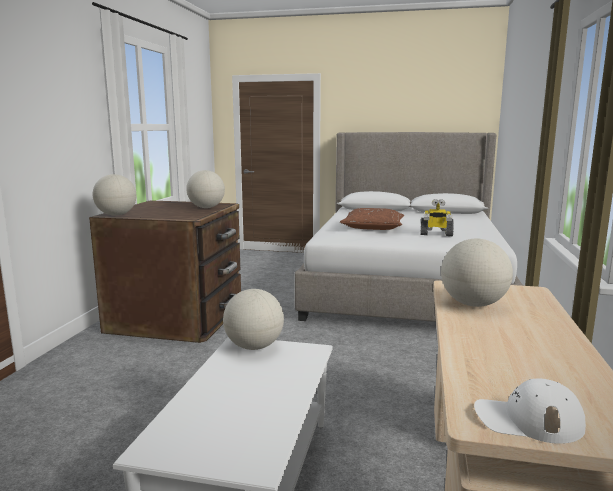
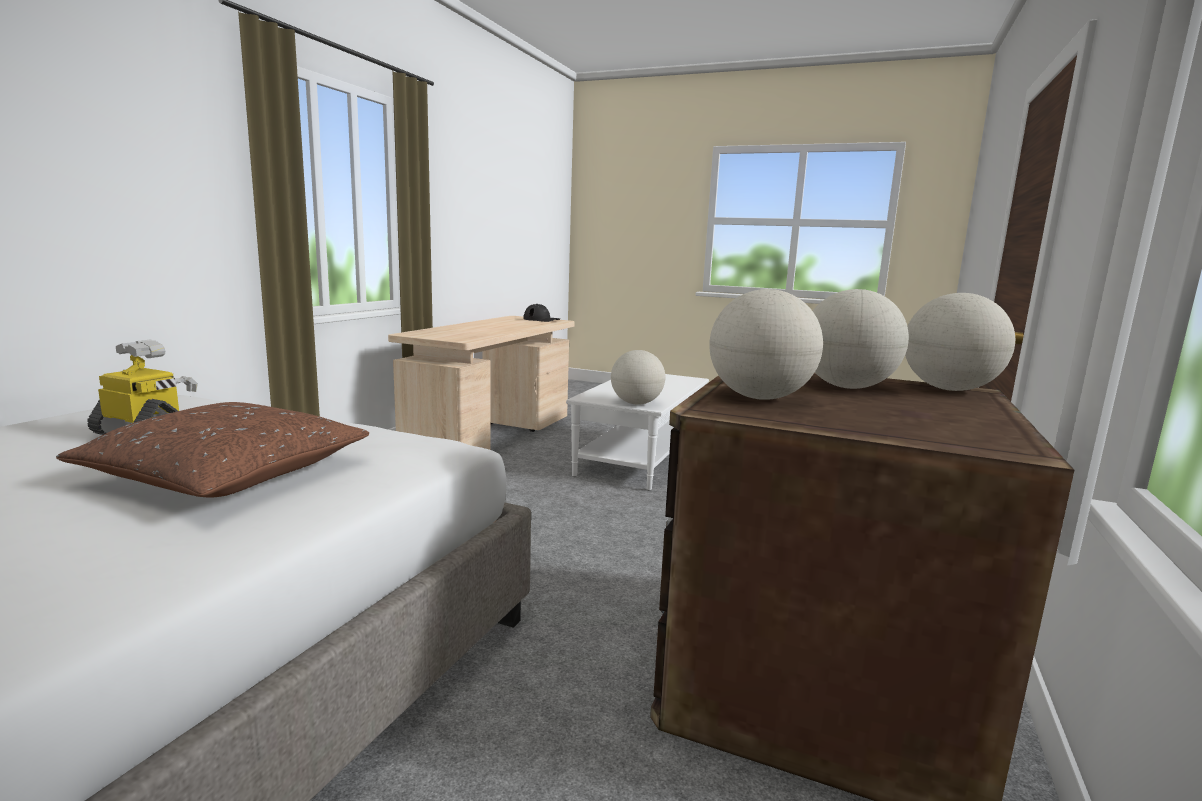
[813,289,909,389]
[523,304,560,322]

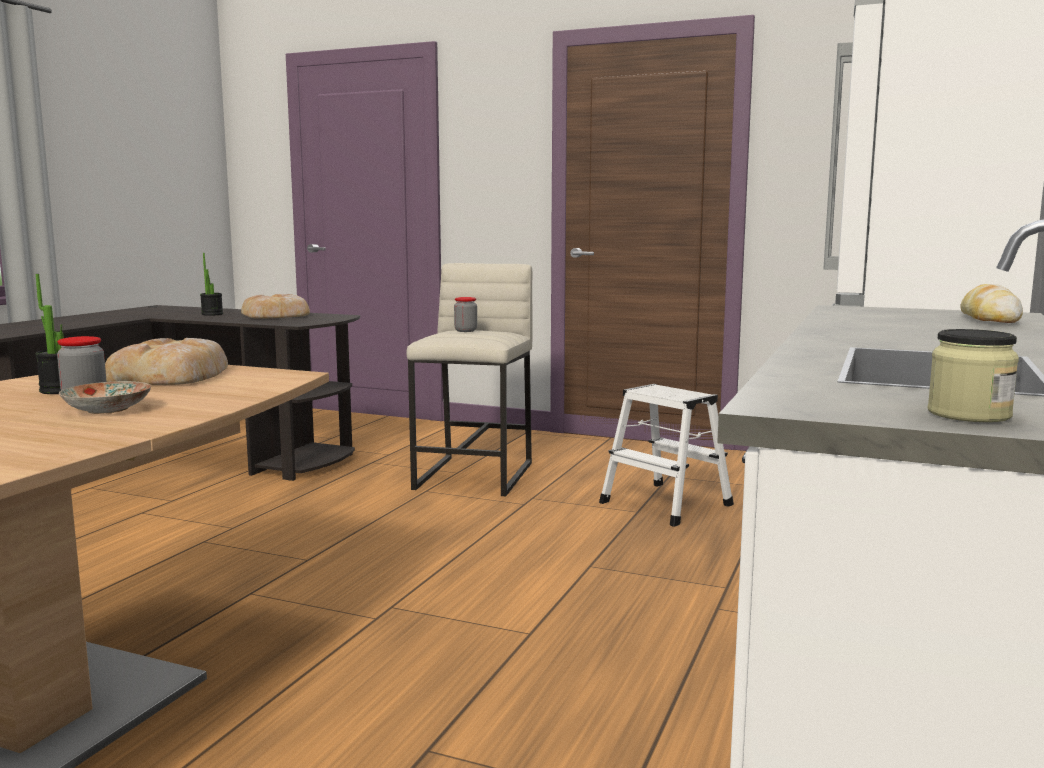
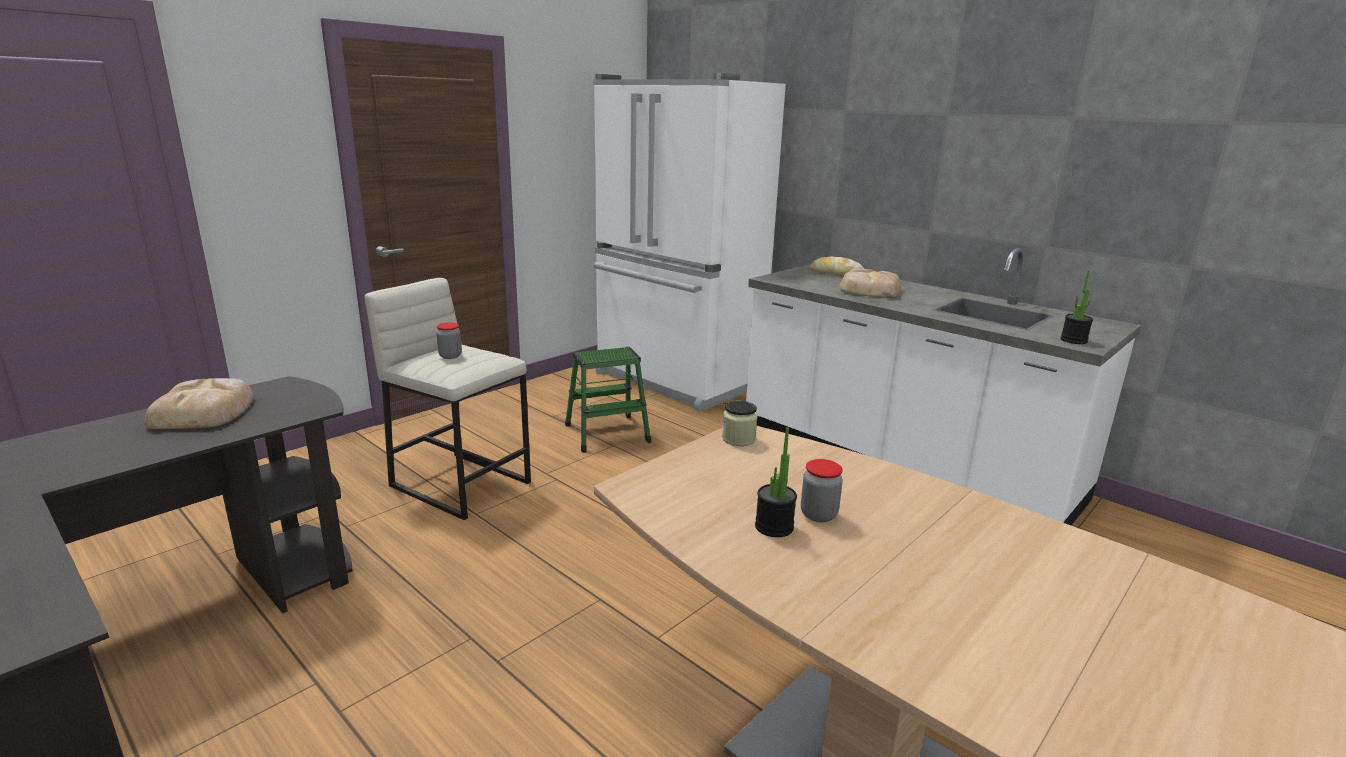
[1061,271,1093,344]
[722,401,758,446]
[840,269,901,298]
[59,381,151,414] (first image)
[565,347,651,453]

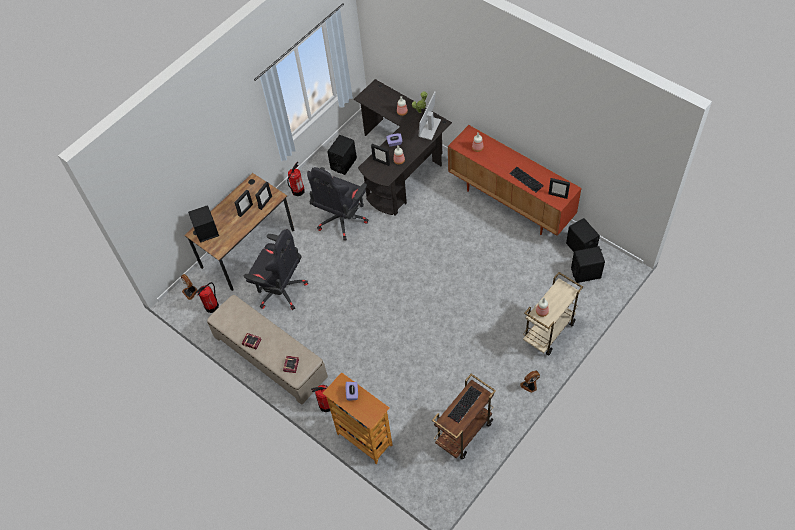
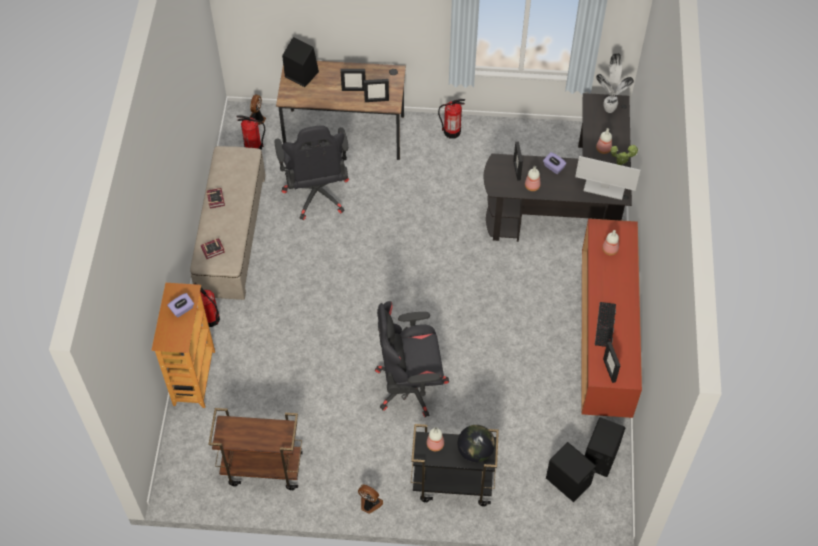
[575,156,640,200]
[327,135,357,175] (first image)
[375,301,449,417]
[411,424,499,507]
[448,386,482,423] (first image)
[596,53,634,113]
[457,425,495,463]

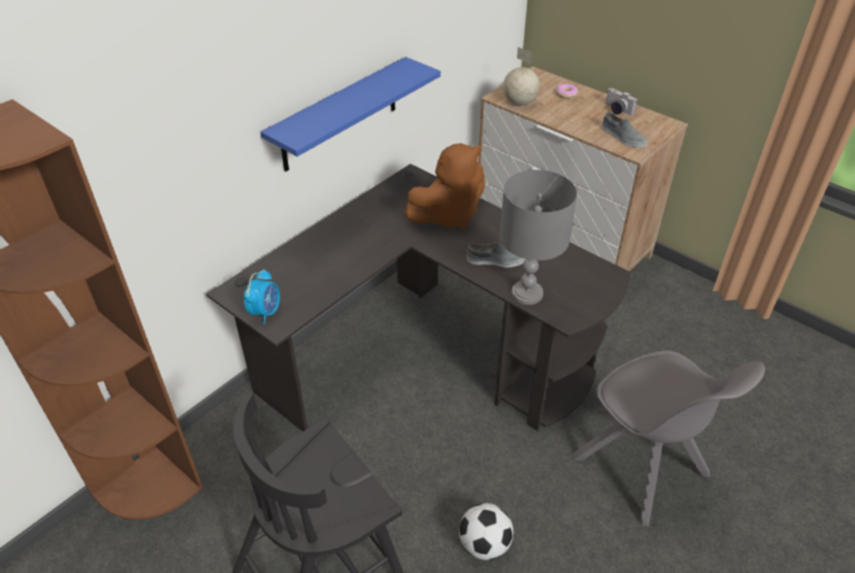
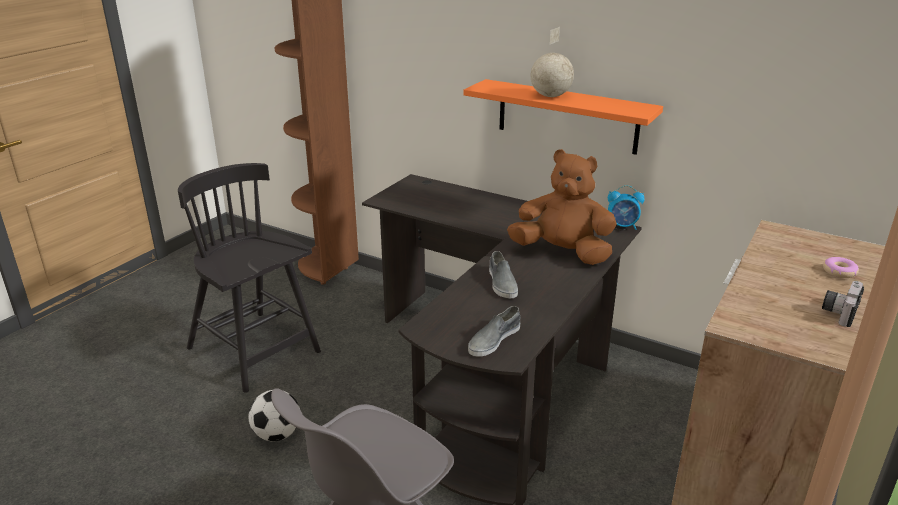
[531,27,574,97]
[463,79,663,155]
[468,306,521,356]
[507,149,617,265]
[499,170,577,305] (first image)
[608,185,645,230]

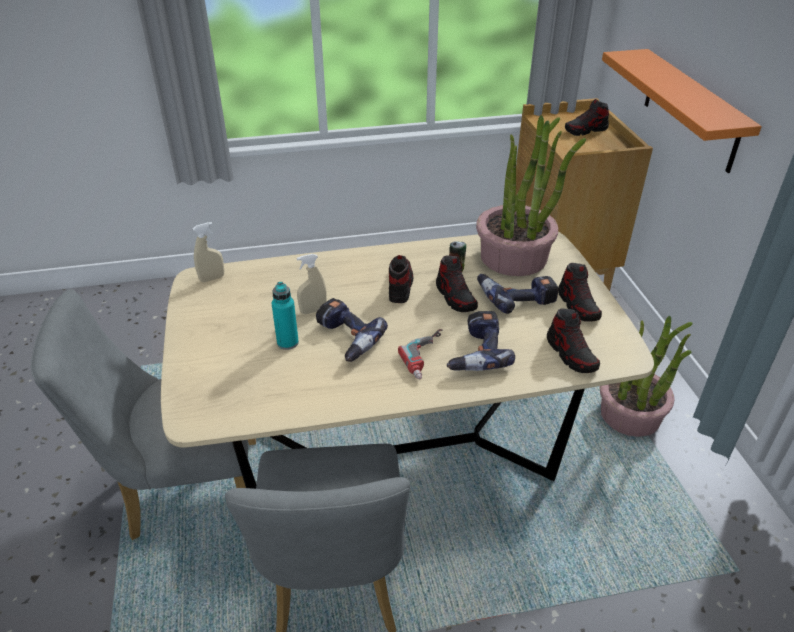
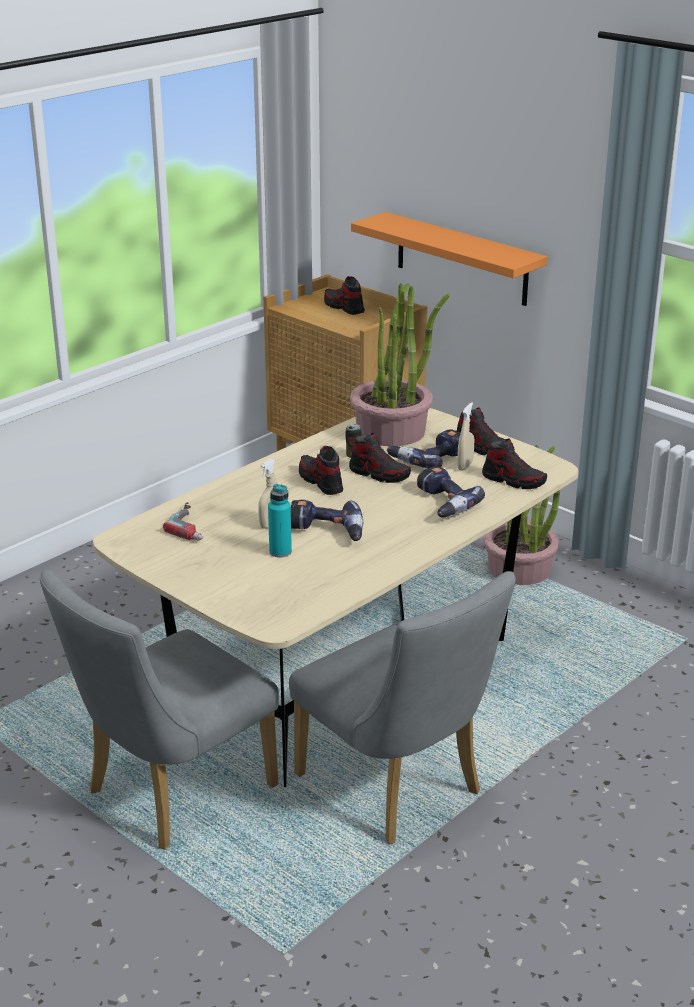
[324,276,365,315]
[457,402,474,471]
[163,502,203,541]

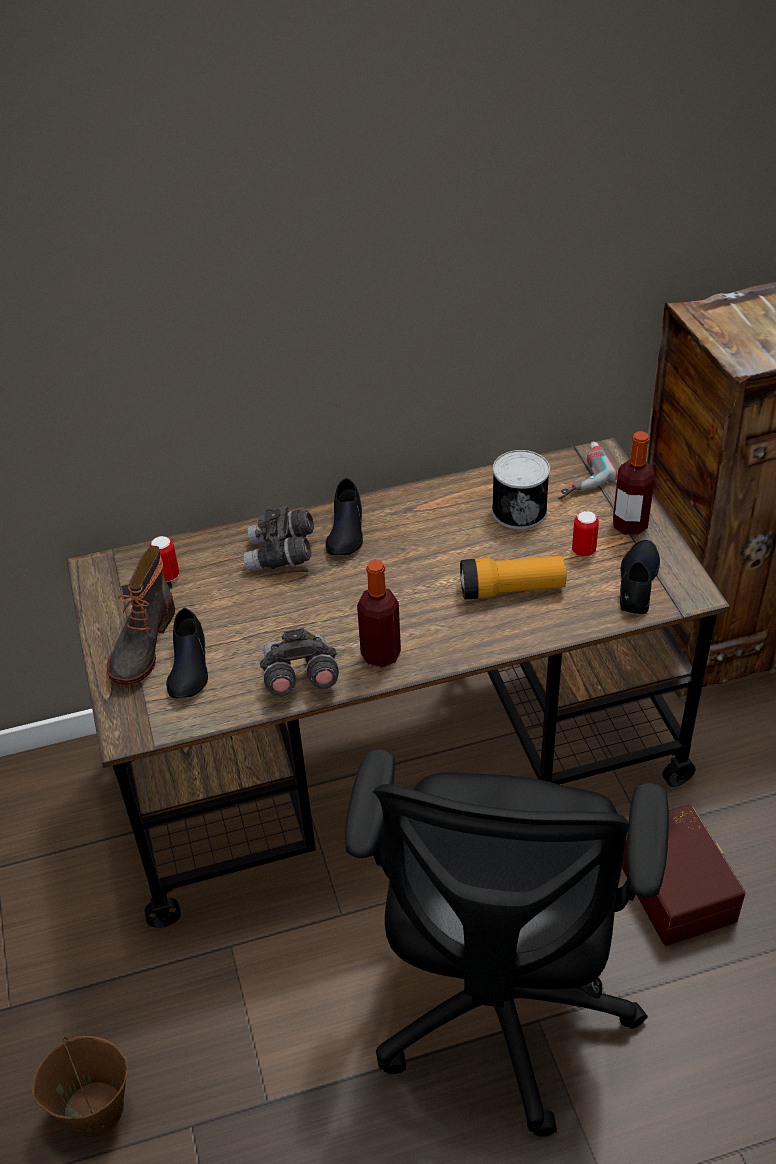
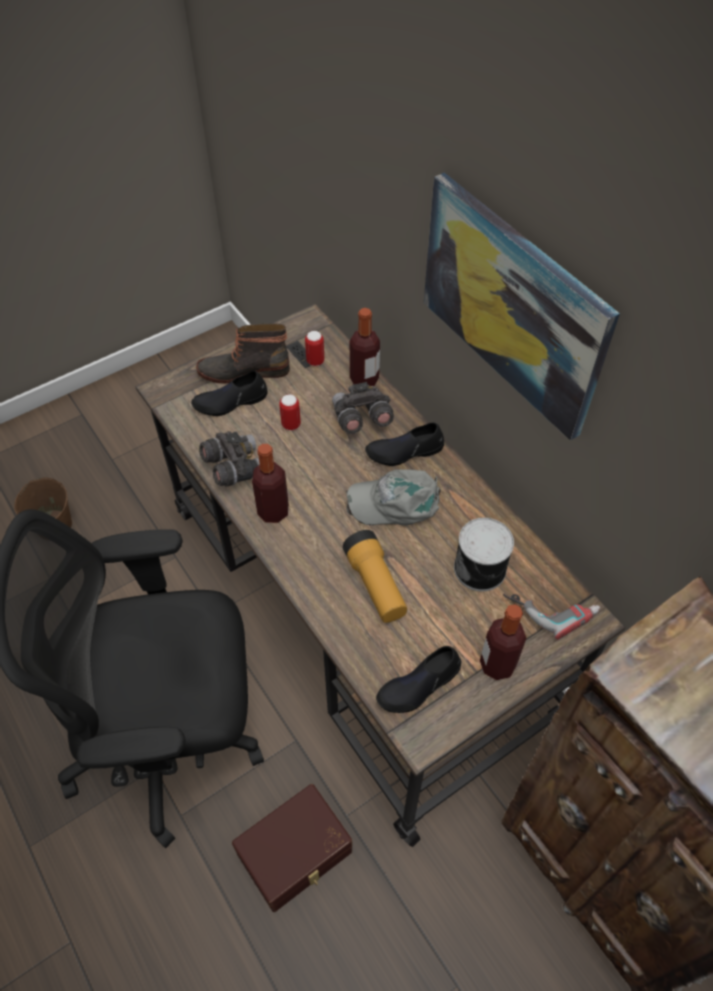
[279,394,301,431]
[376,646,461,713]
[424,173,620,441]
[350,308,380,386]
[346,469,441,526]

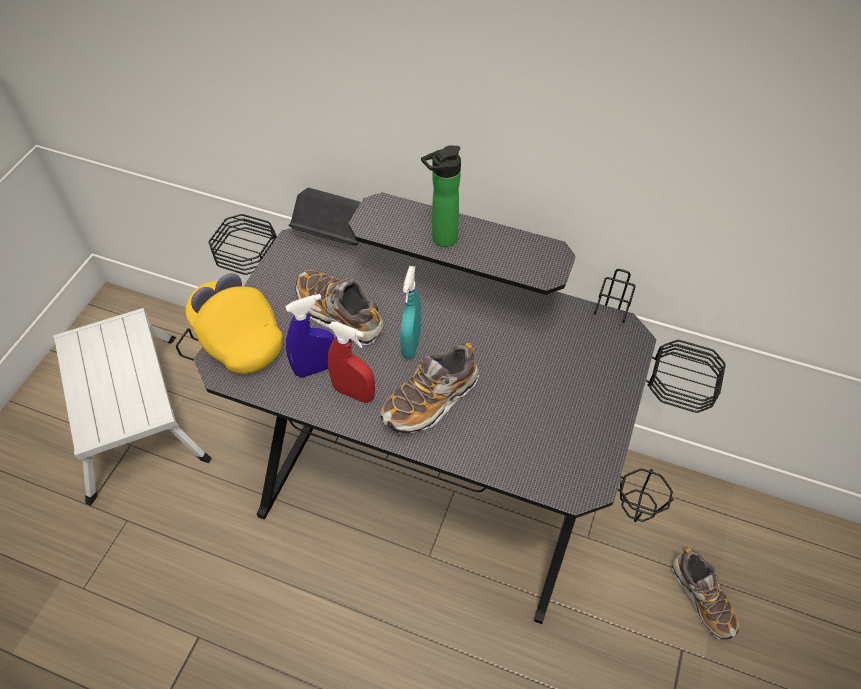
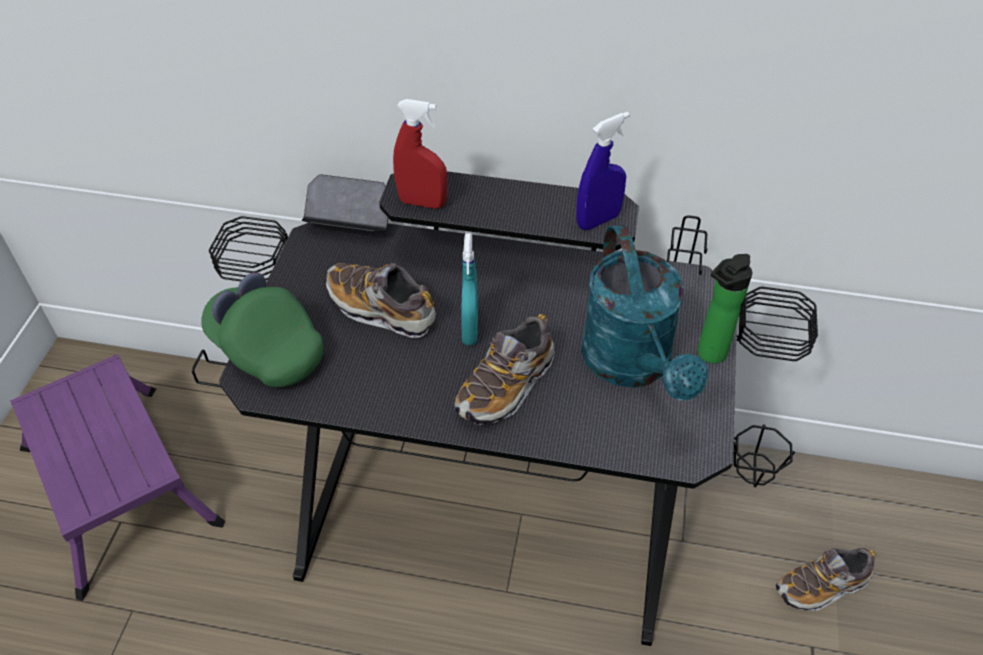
[698,254,752,364]
[201,272,323,387]
[576,112,629,230]
[10,354,225,601]
[393,99,447,209]
[776,548,877,611]
[581,224,709,400]

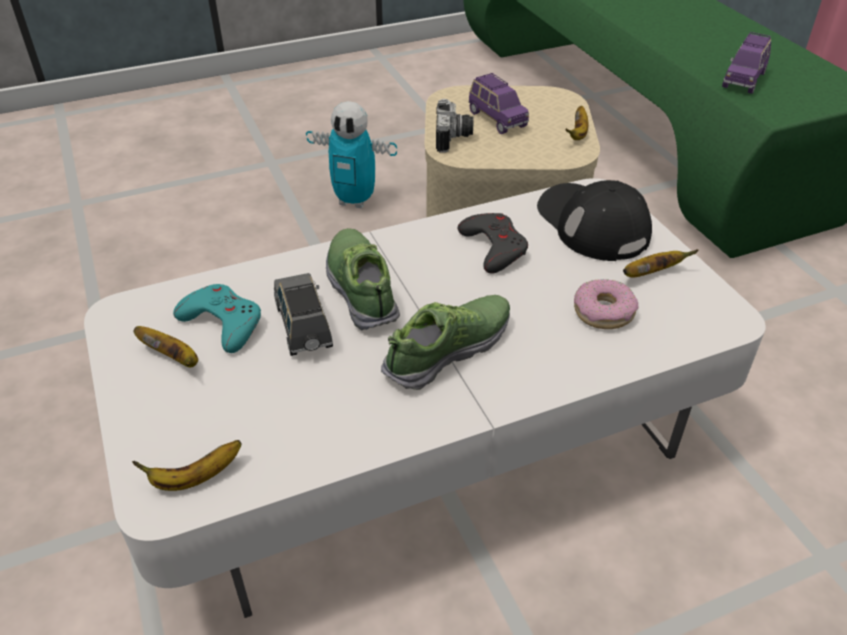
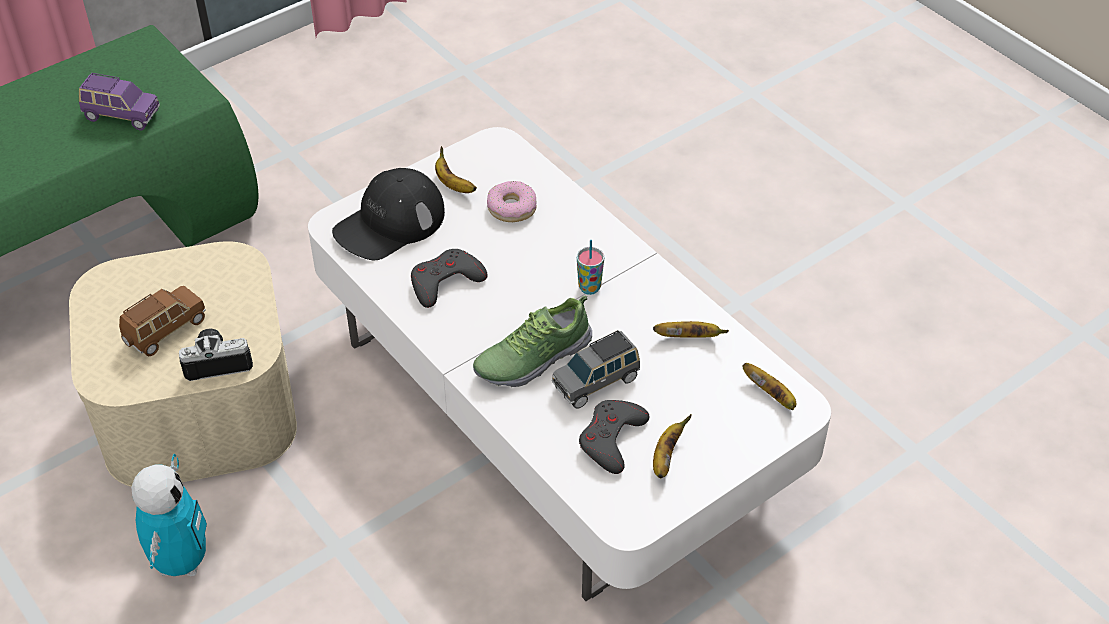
[119,286,206,356]
[653,321,729,338]
[579,400,650,474]
[577,240,604,295]

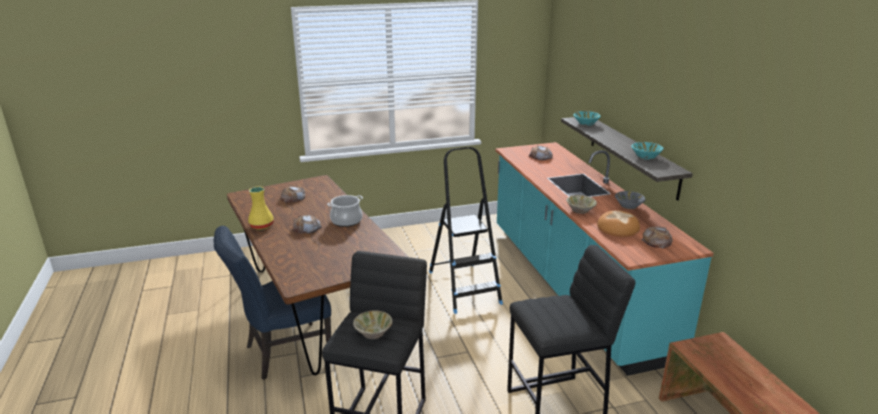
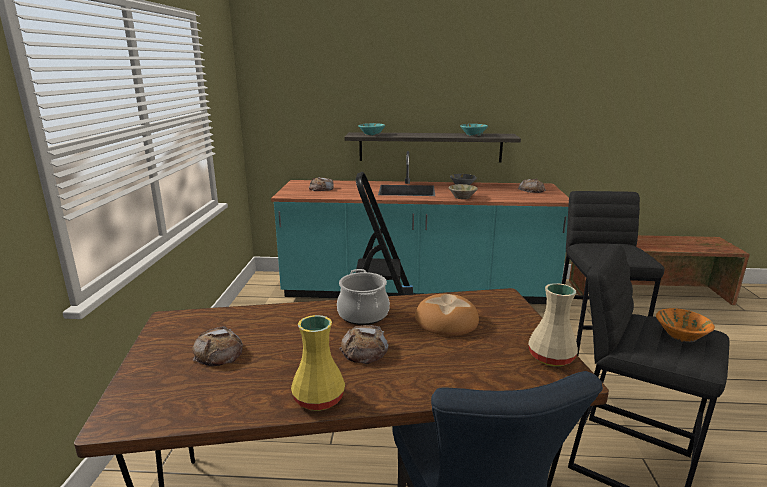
[415,294,479,336]
[656,308,715,342]
[528,283,578,367]

